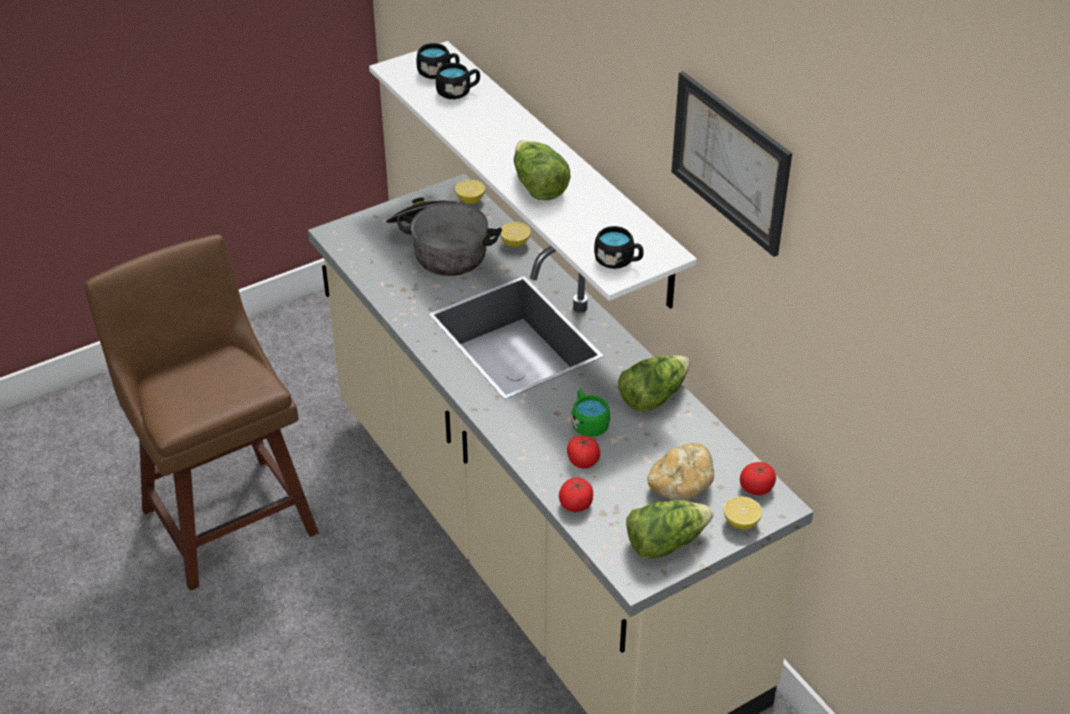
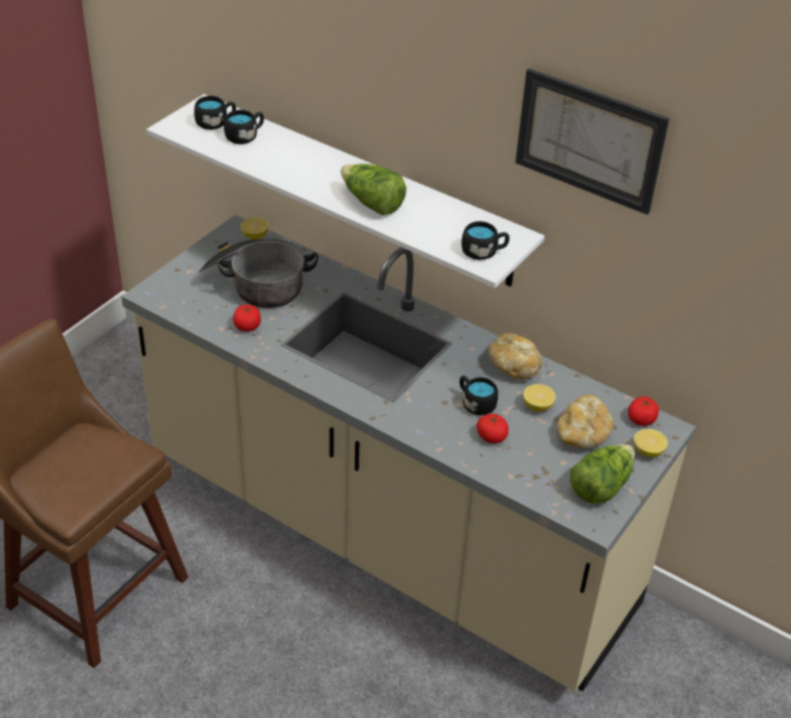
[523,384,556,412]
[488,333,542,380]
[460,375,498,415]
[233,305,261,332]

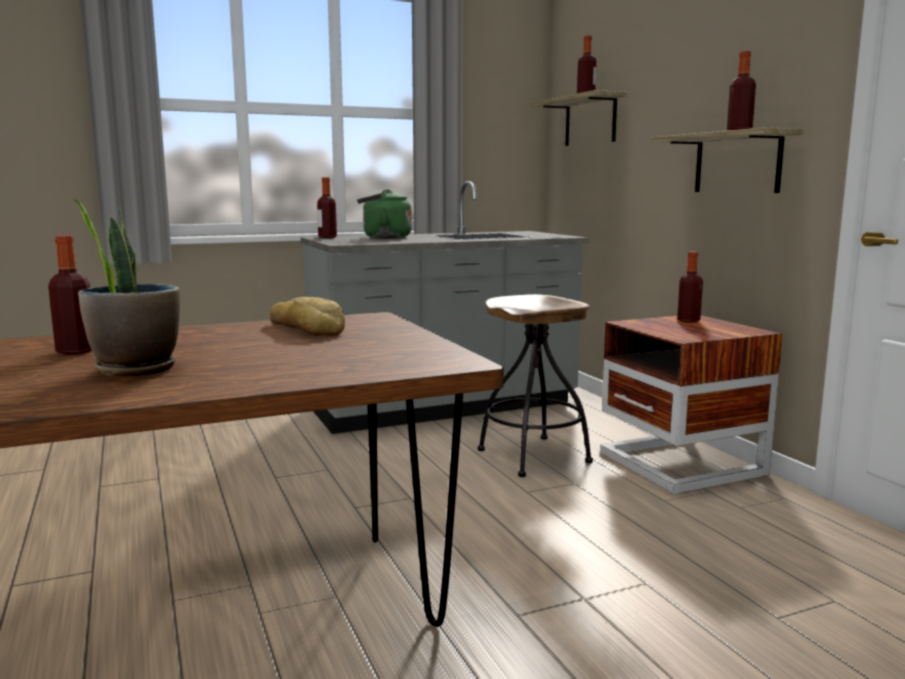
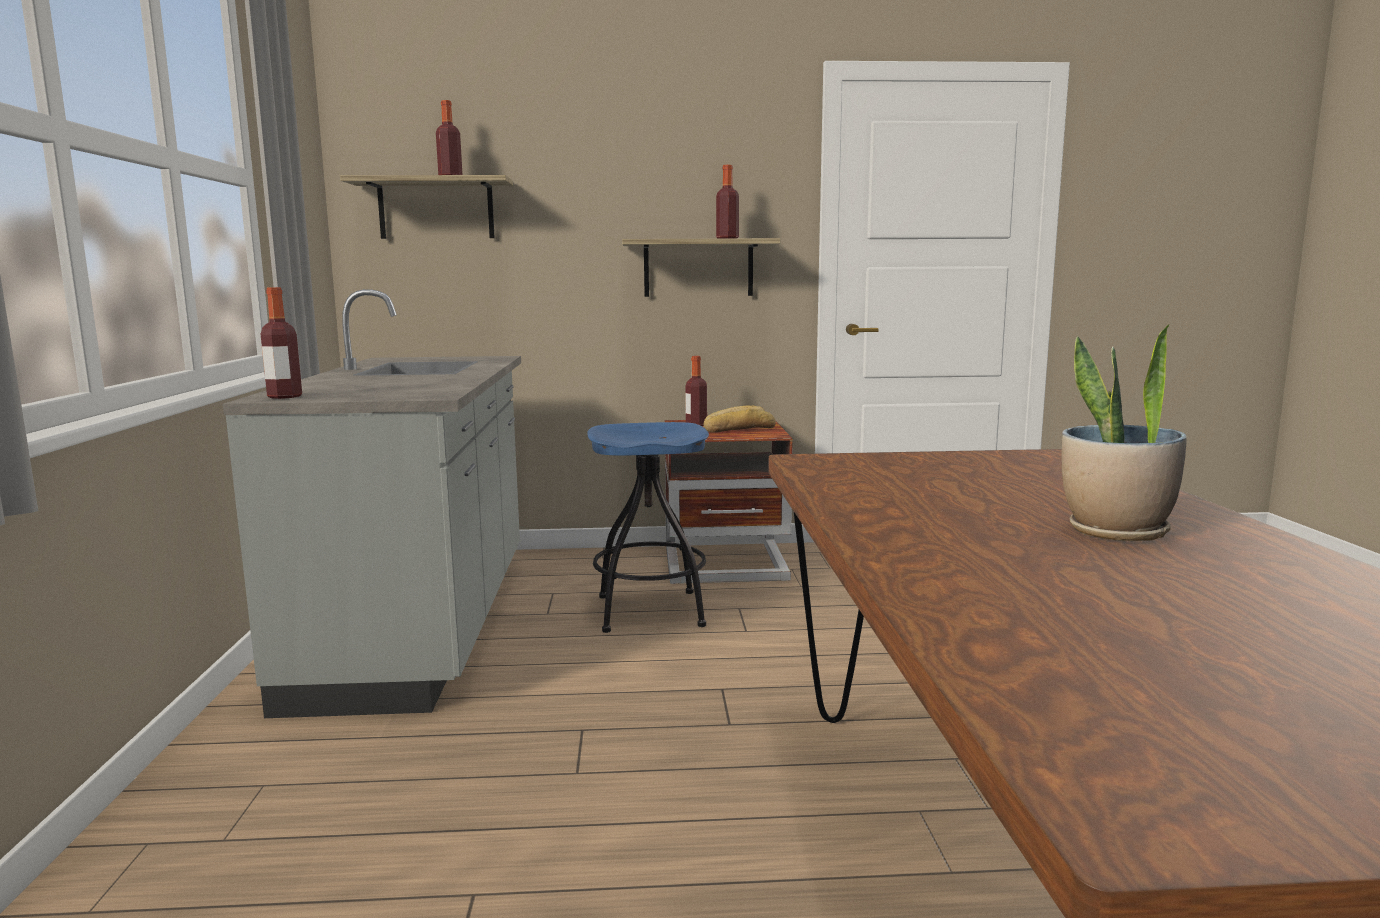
[357,189,412,238] (first image)
[48,235,92,355] (first image)
[587,422,709,633]
[703,405,776,433]

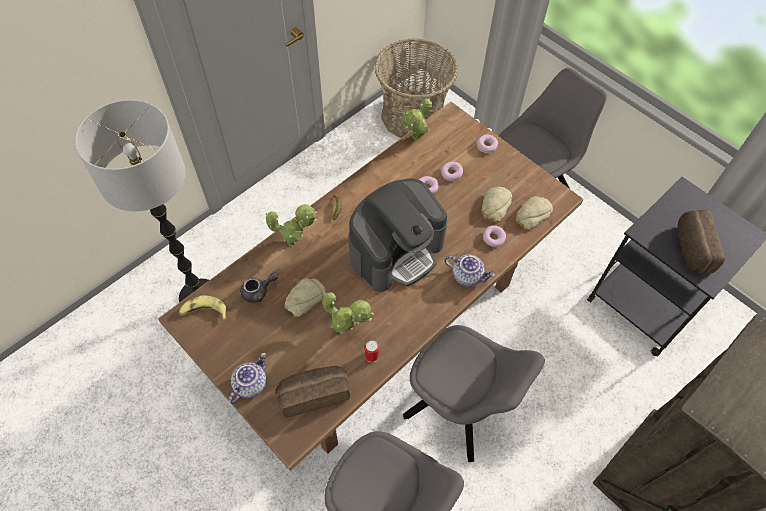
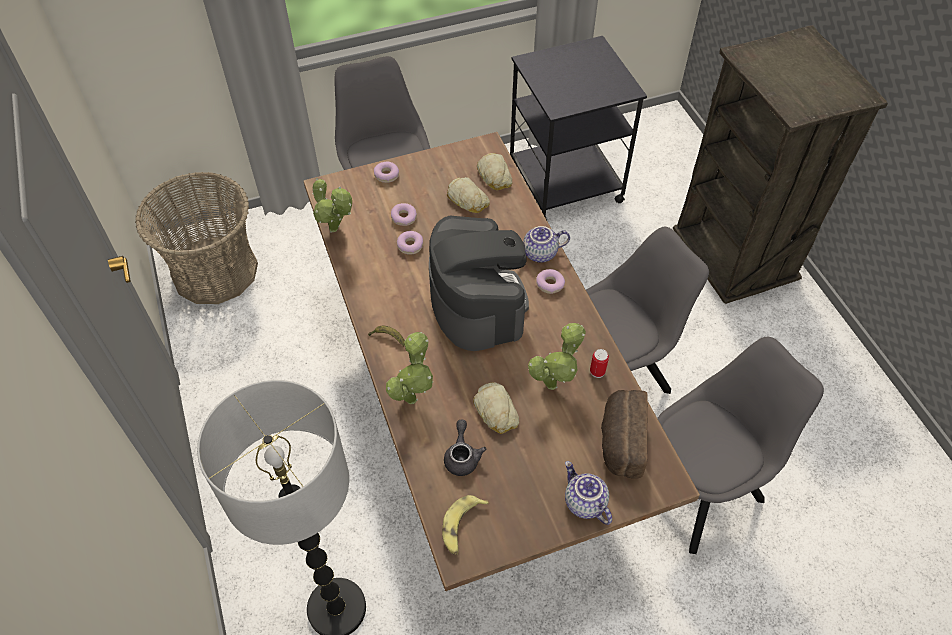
[677,210,725,274] (first image)
[536,269,565,294]
[523,226,570,263]

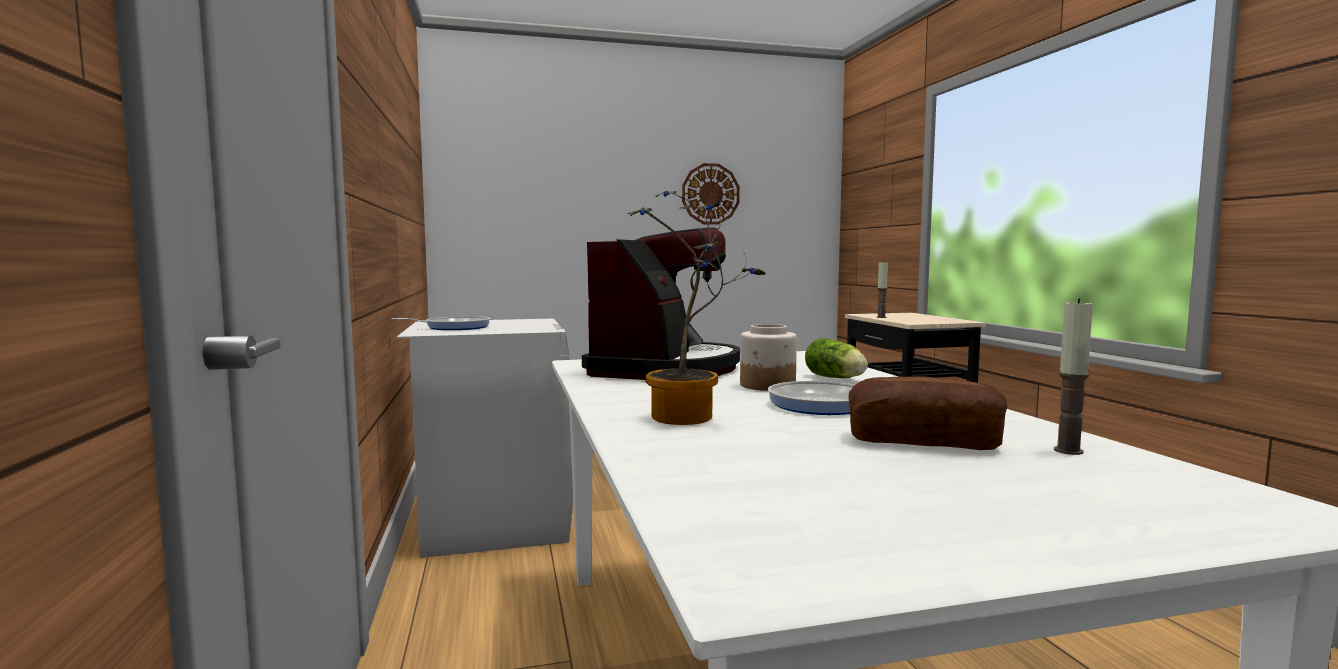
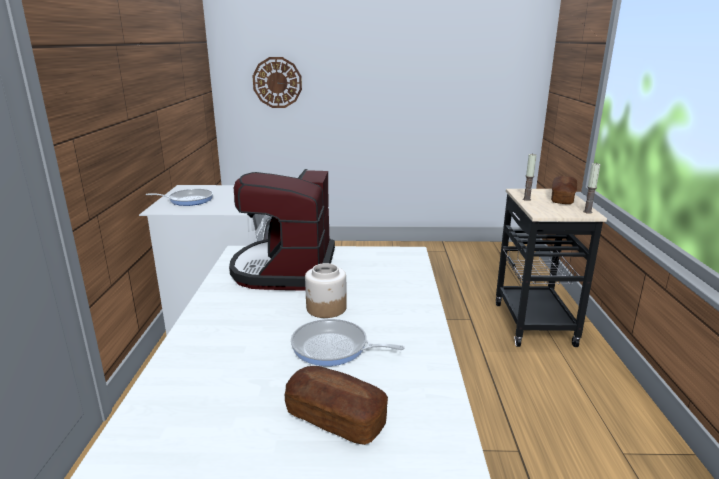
[252,57,302,108]
[627,191,765,425] (first image)
[229,169,335,291]
[583,162,600,214]
[805,338,868,378] (first image)
[551,176,577,204]

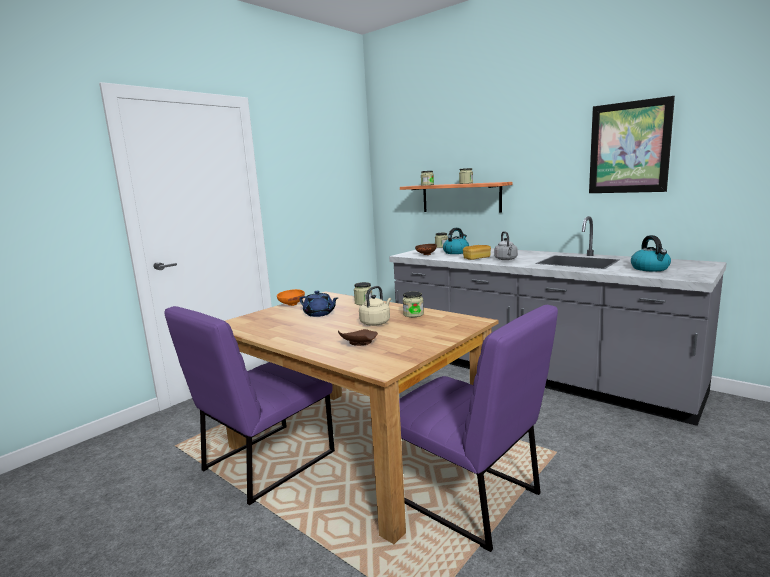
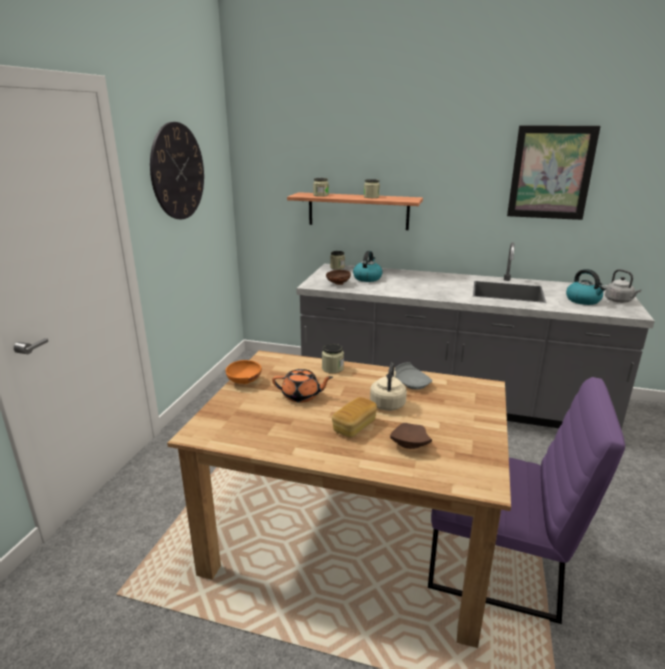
[605,269,641,303]
[332,397,377,438]
[272,369,333,403]
[394,362,432,390]
[164,306,335,505] (first image)
[150,122,204,219]

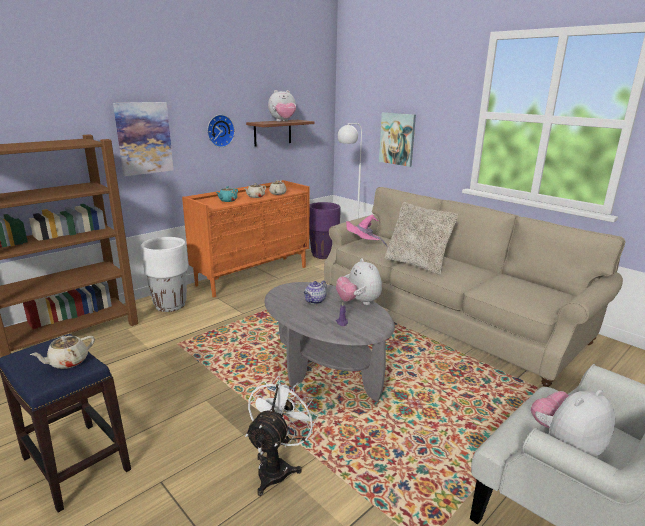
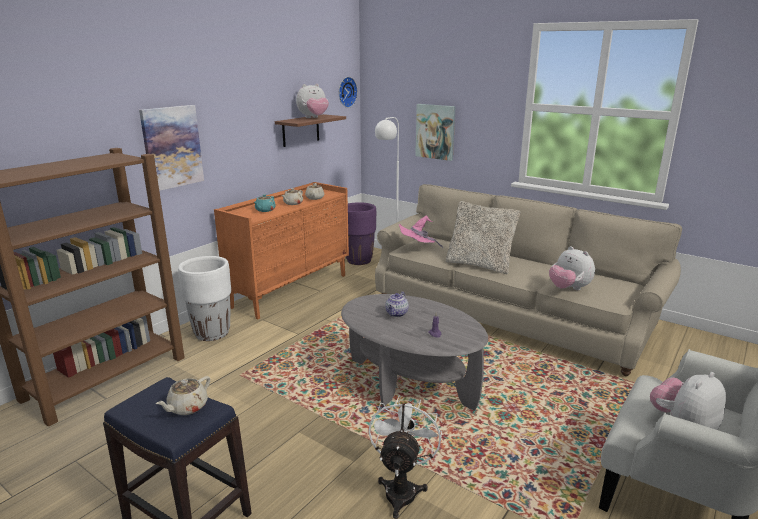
[339,77,358,108]
[549,246,595,290]

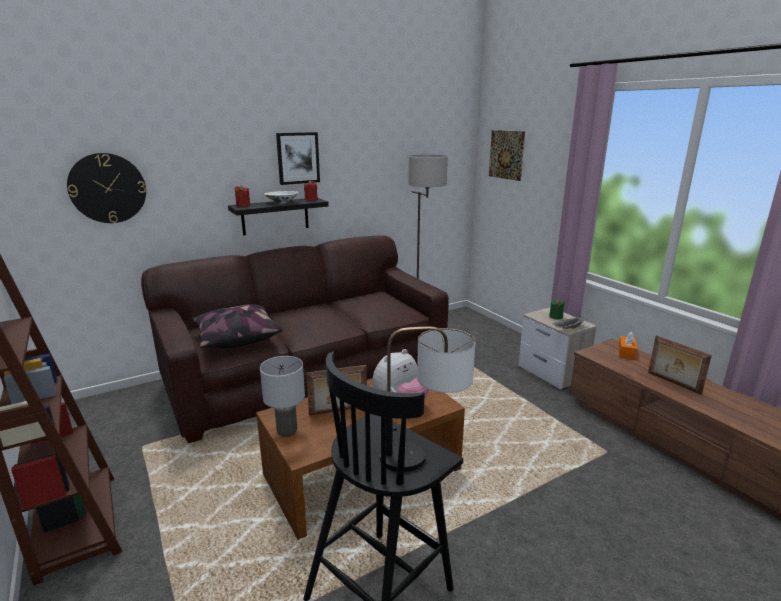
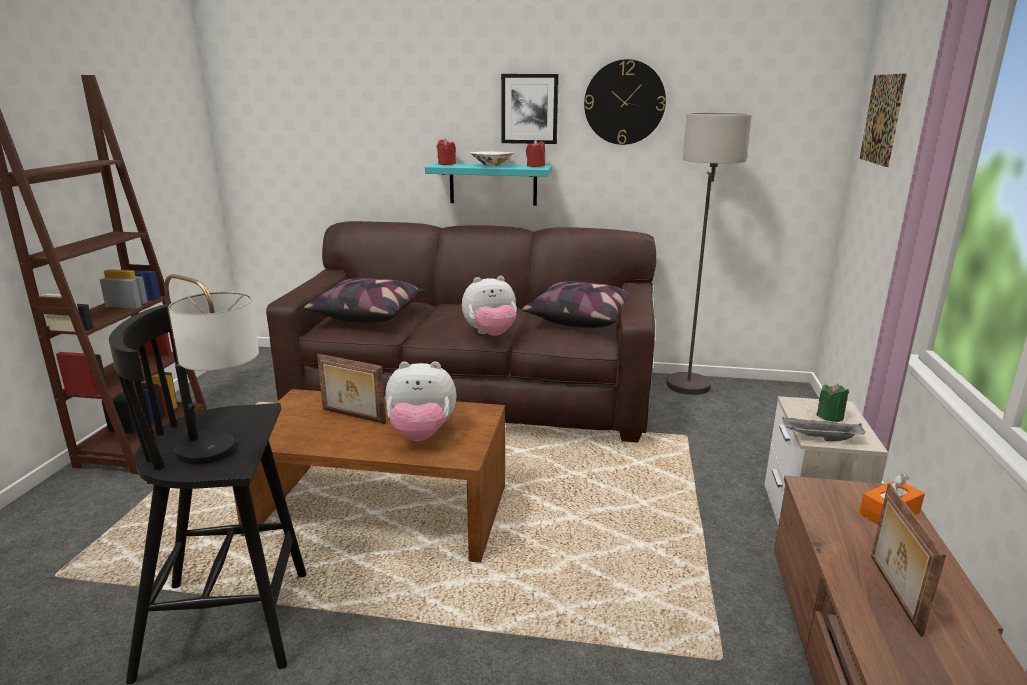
[584,59,666,145]
[425,163,552,206]
[260,356,305,437] (first image)
[462,276,517,336]
[522,281,629,328]

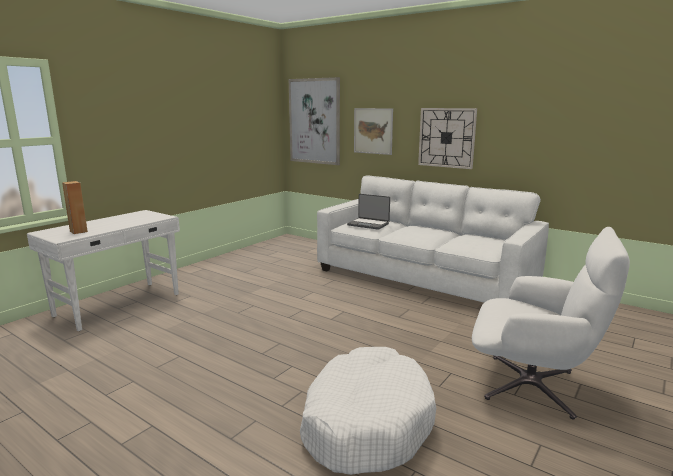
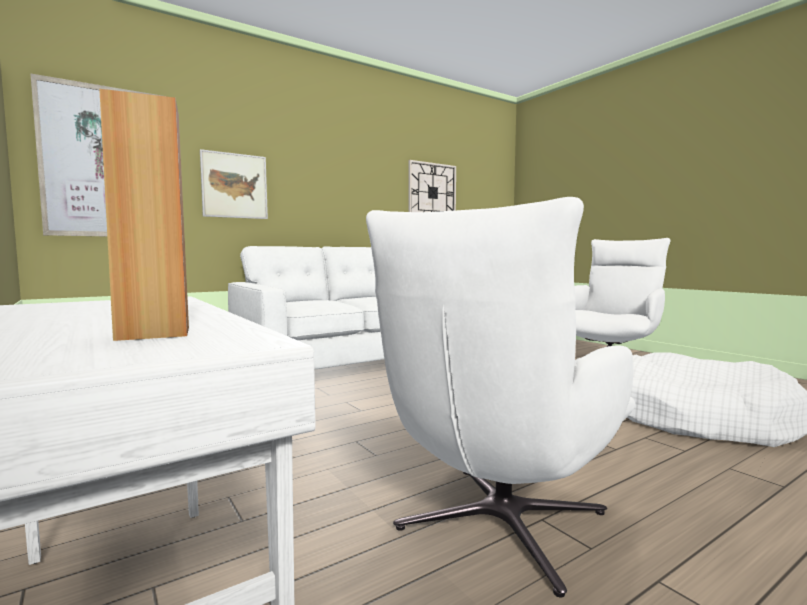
[409,160,456,212]
[347,194,390,230] (first image)
[366,197,635,598]

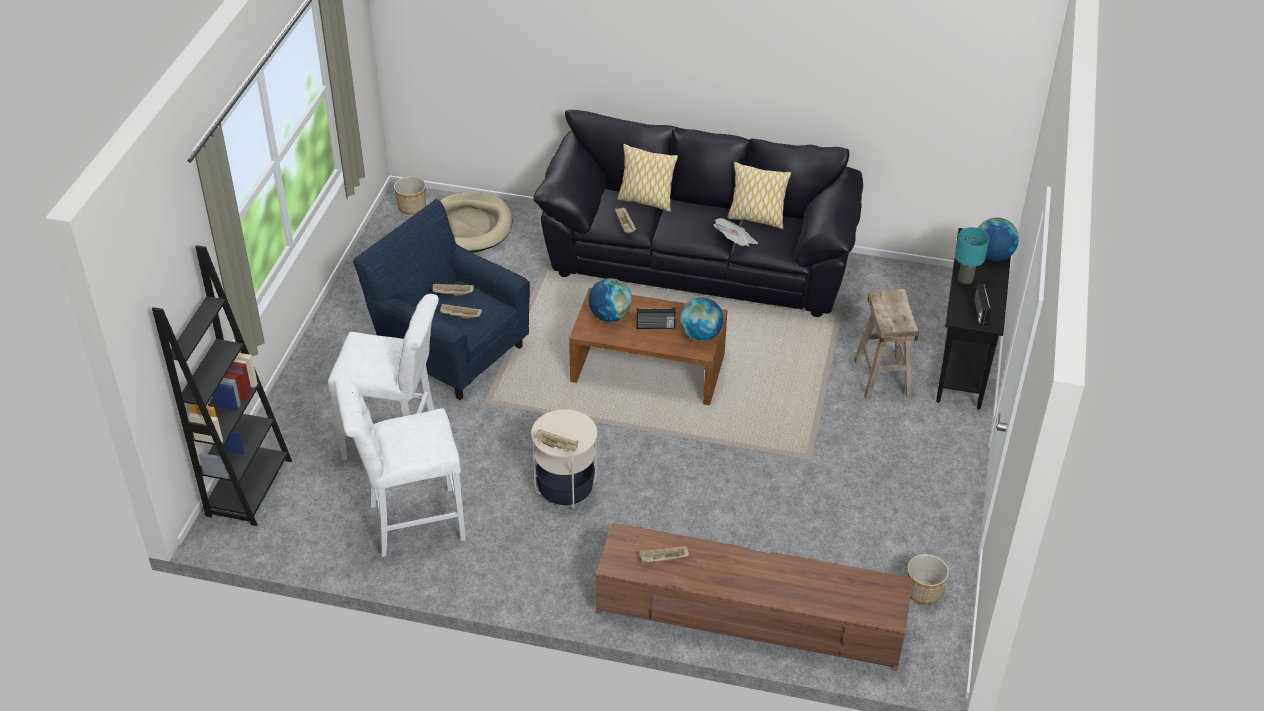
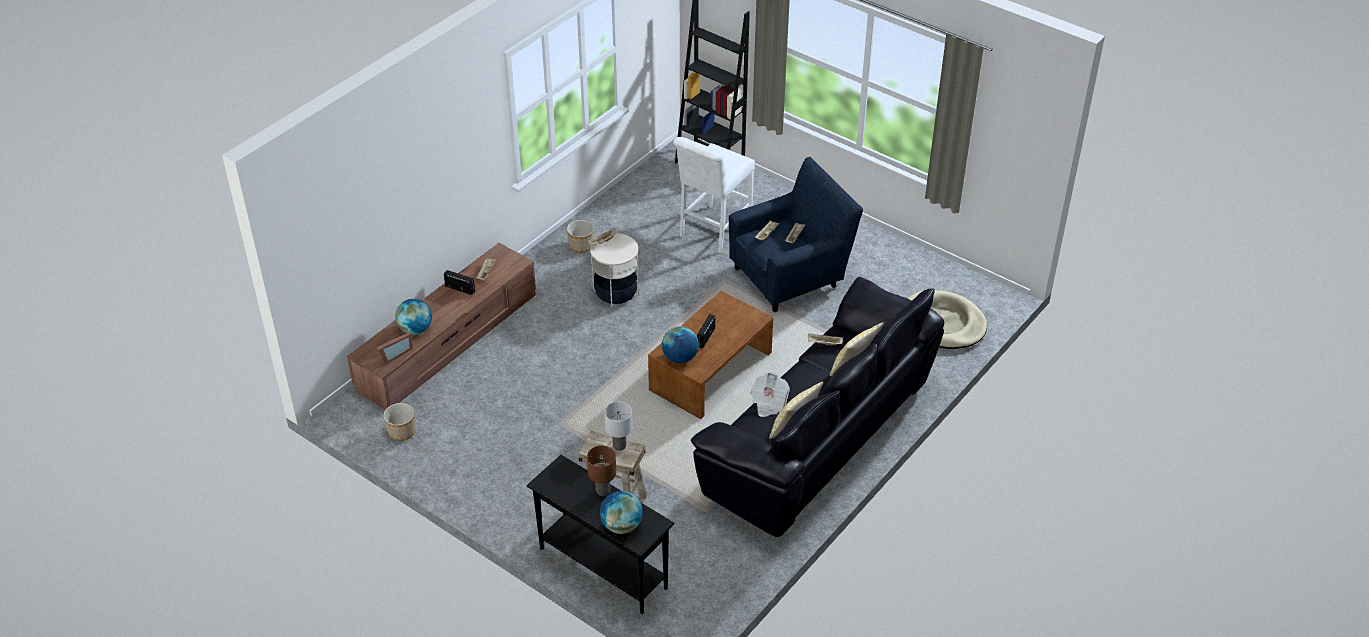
[567,220,594,253]
[587,446,616,496]
[395,299,432,335]
[444,270,475,295]
[335,377,466,557] (first image)
[376,332,413,364]
[605,402,633,451]

